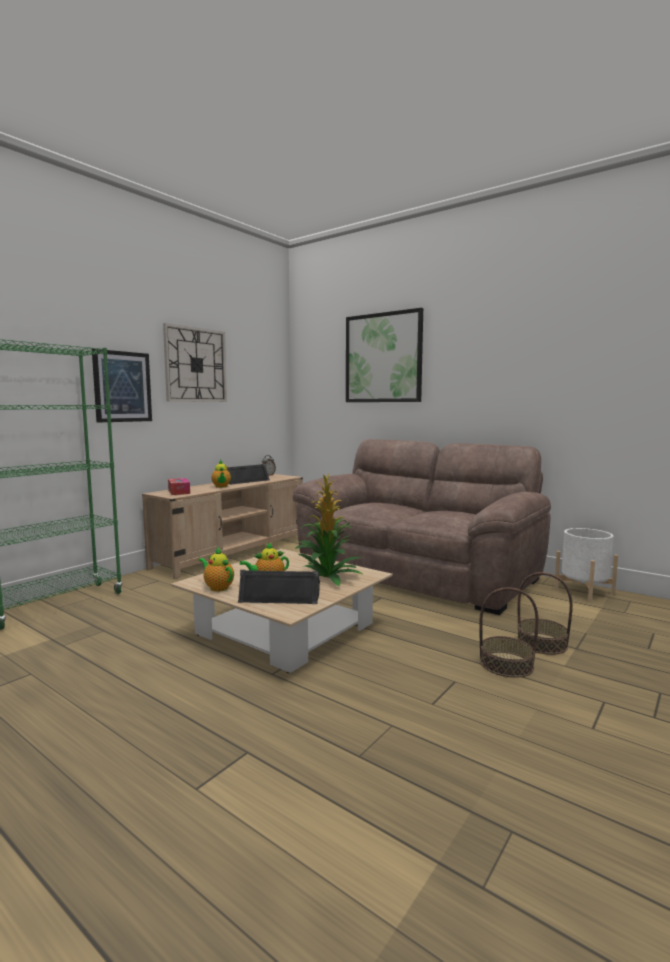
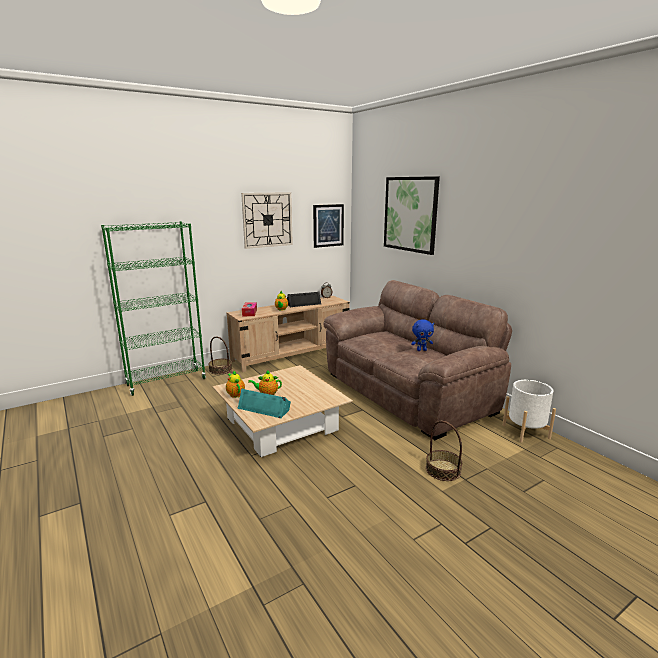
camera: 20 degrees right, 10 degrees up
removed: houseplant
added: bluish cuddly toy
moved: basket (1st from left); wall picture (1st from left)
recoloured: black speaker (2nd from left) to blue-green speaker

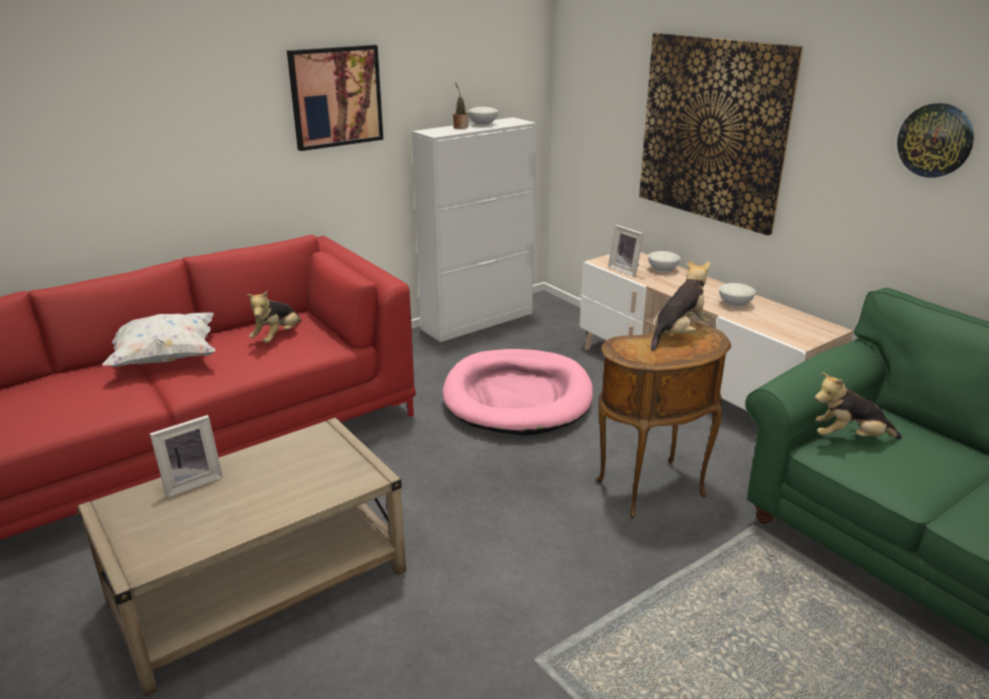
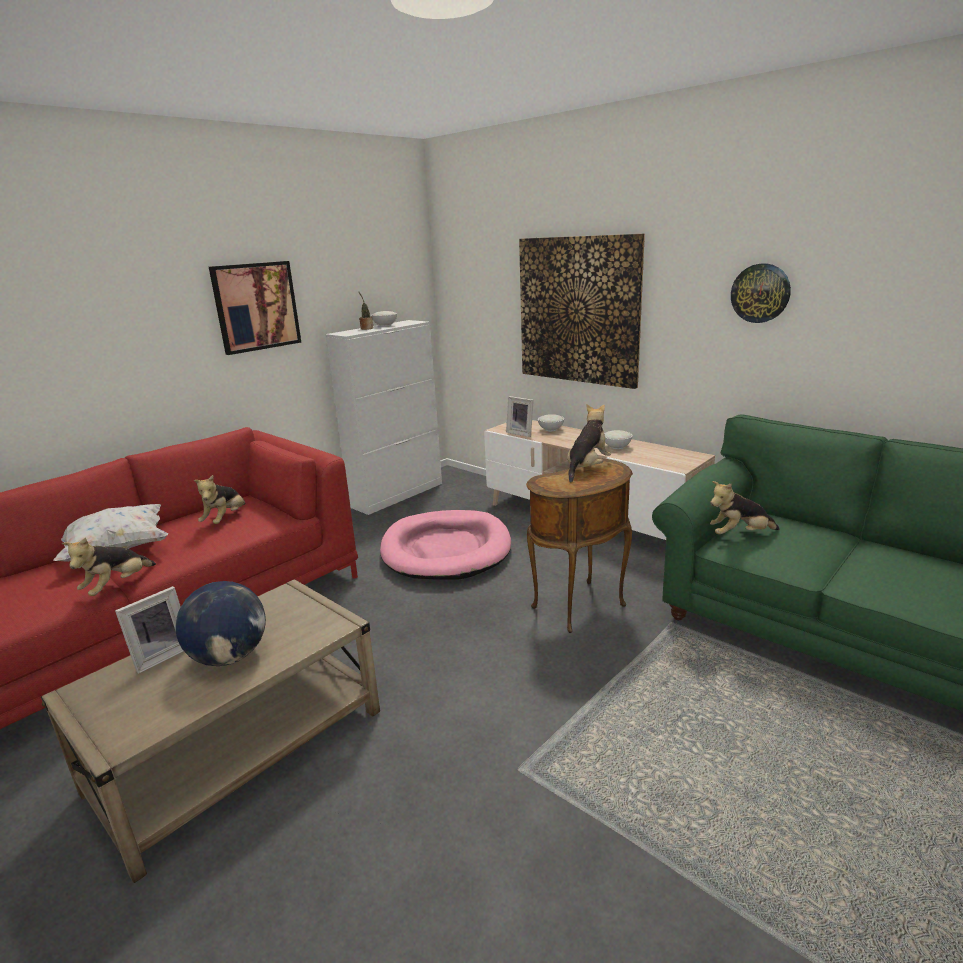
camera: 10 degrees left, 5 degrees down
added: cuddly toy (1st from left); world globe

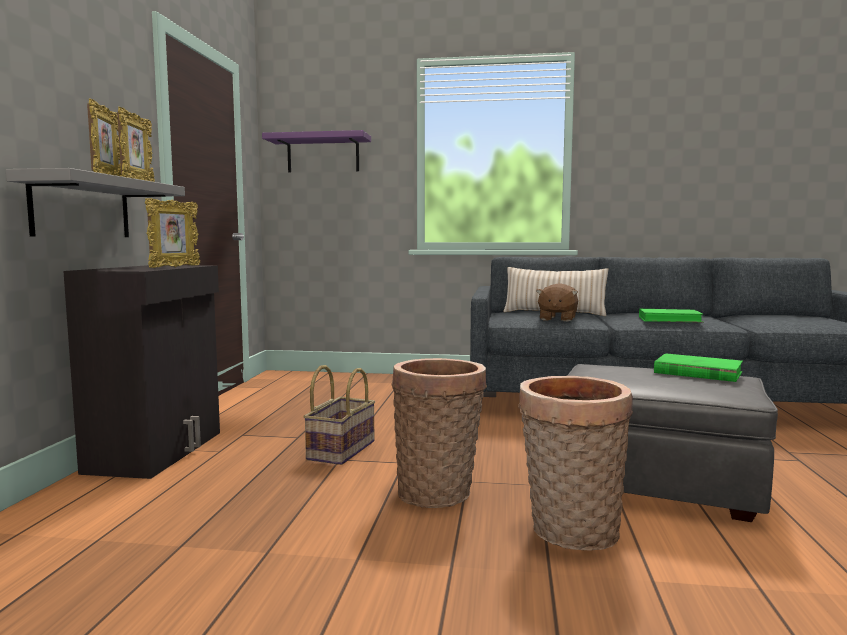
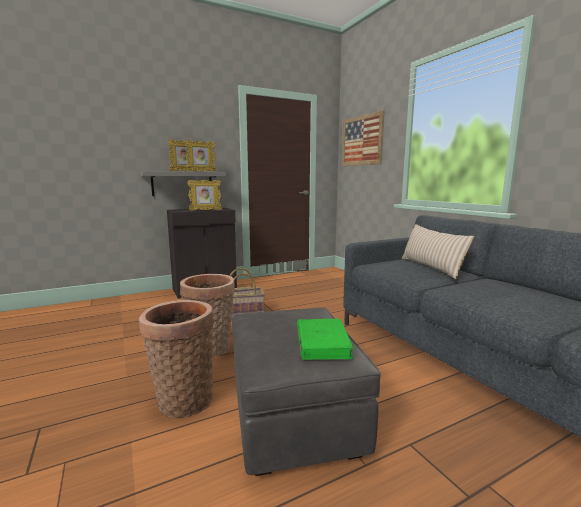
camera: 55 degrees right, 5 degrees up
removed: brownish cuddly toy; greenish book (1st from left)
replaced: purple shelf to wall picture

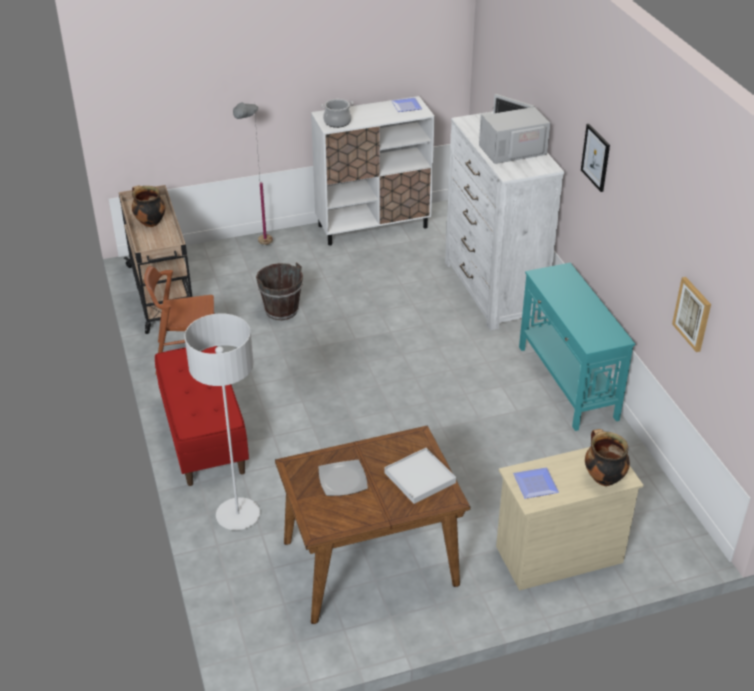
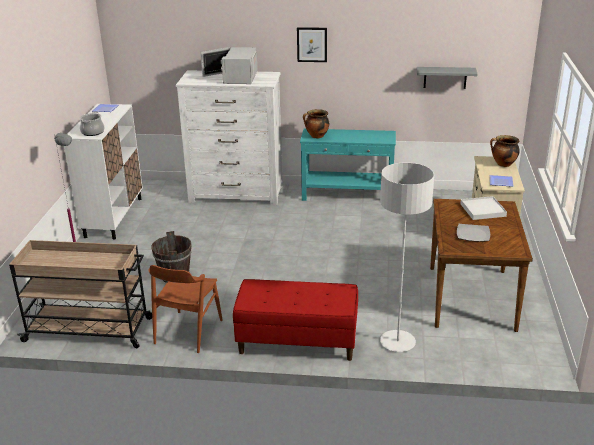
camera: 65 degrees left, 10 degrees down
moved: cooking pot (1st from left in the first image) to cooking pot (2nd from left)
replaced: wall picture (2nd from left) to grey shelf

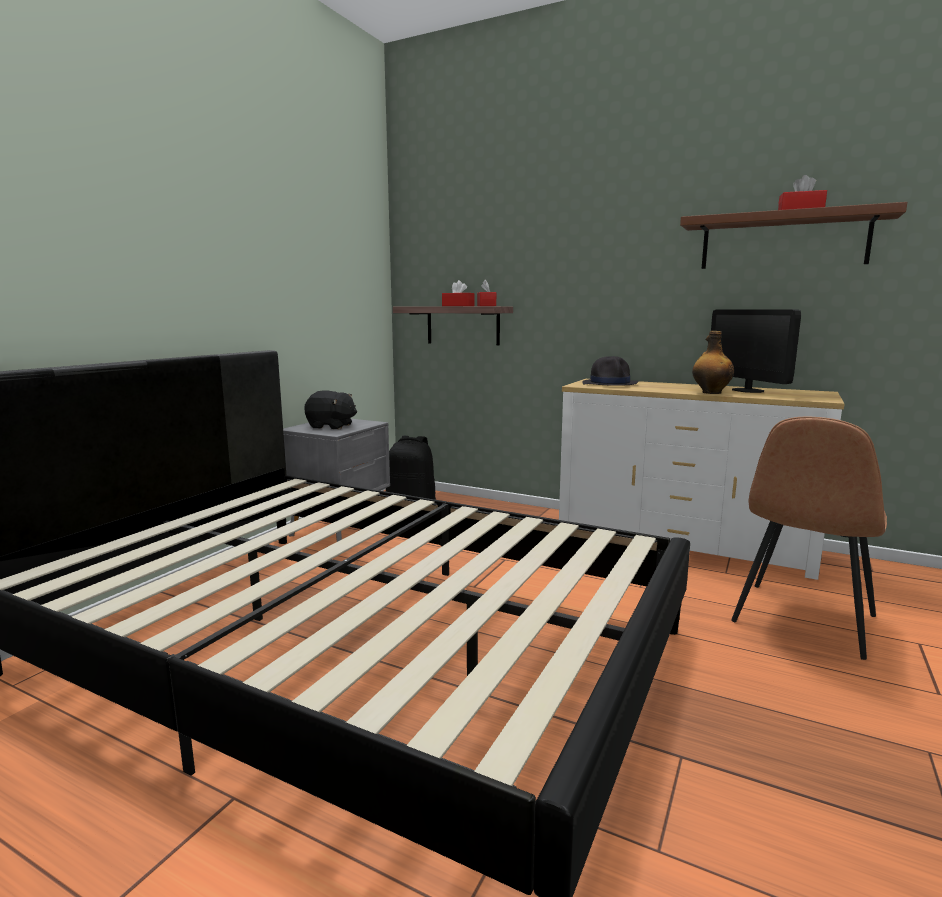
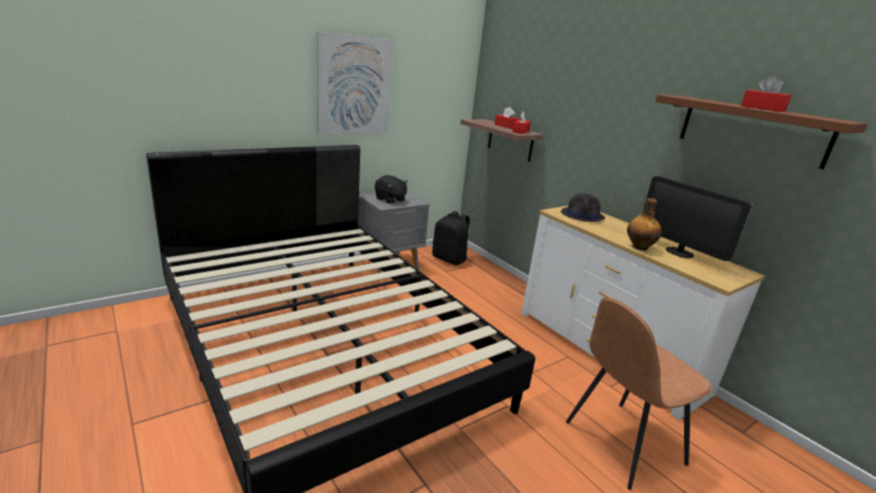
camera: 25 degrees right, 10 degrees up
added: wall picture
turned: computer screen 45 degrees counterclockwise

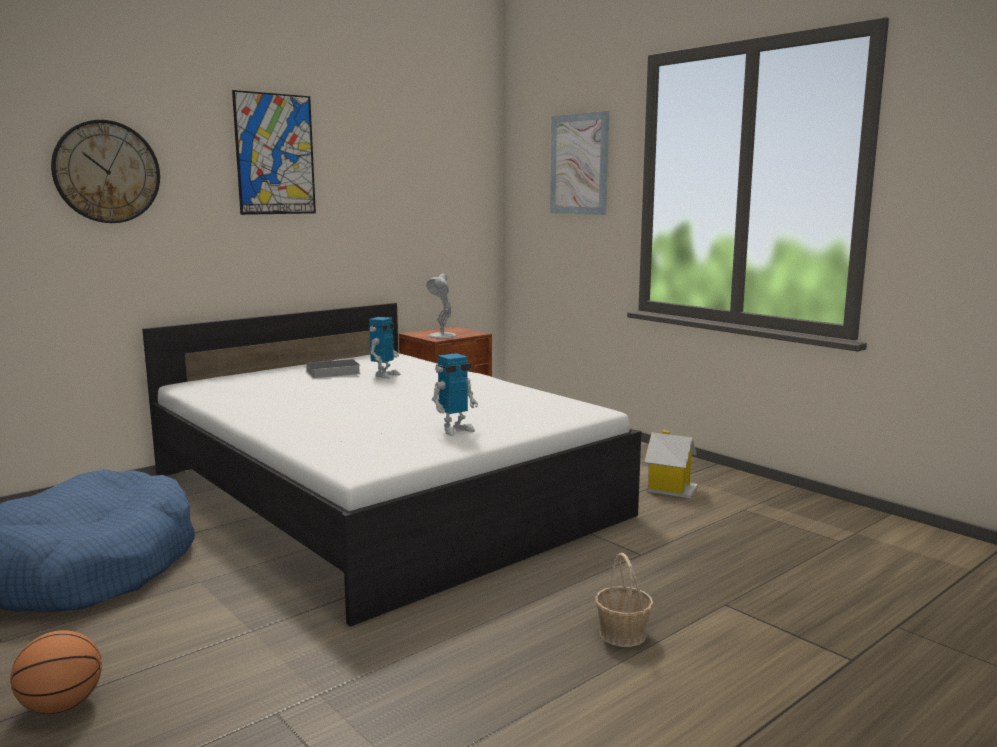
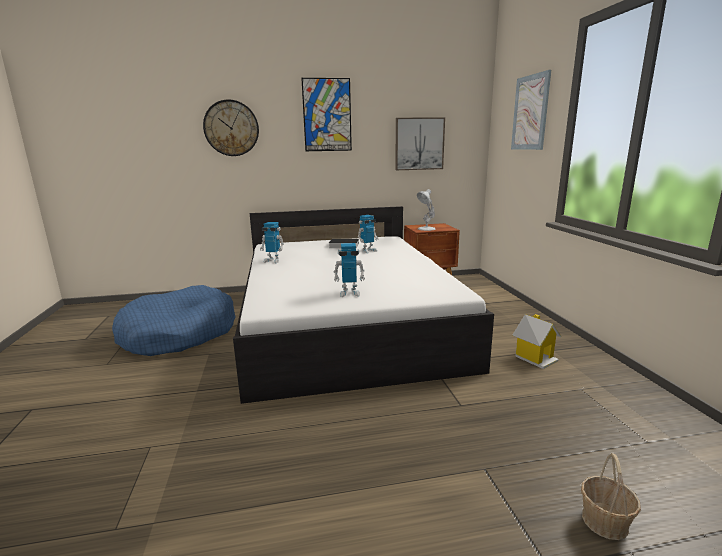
camera: 30 degrees right, 5 degrees up
removed: basketball ball
added: robot figure (1st from left); wall picture (2nd from left)
moved: basket

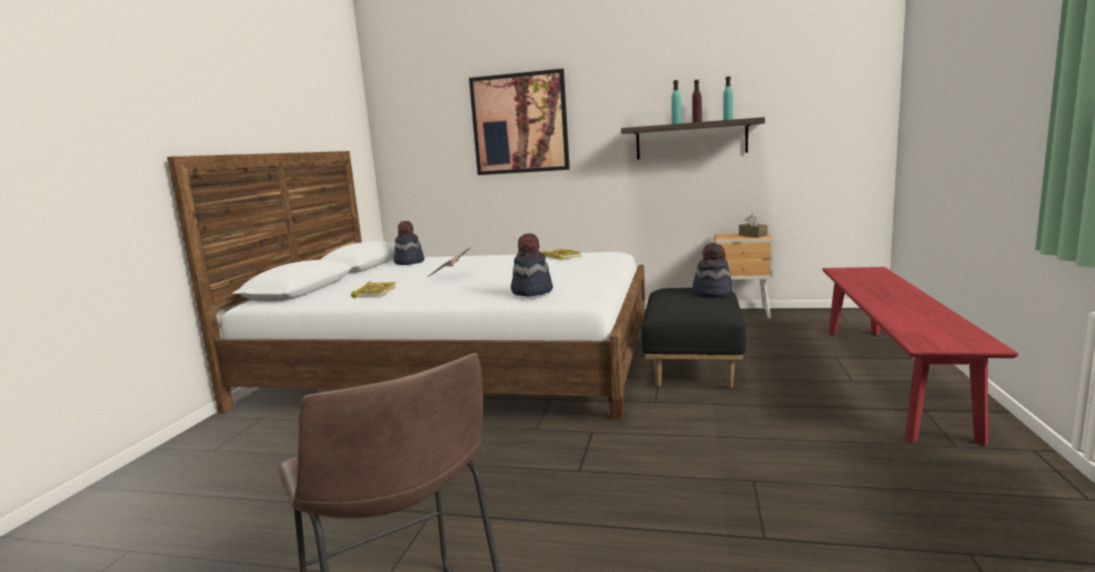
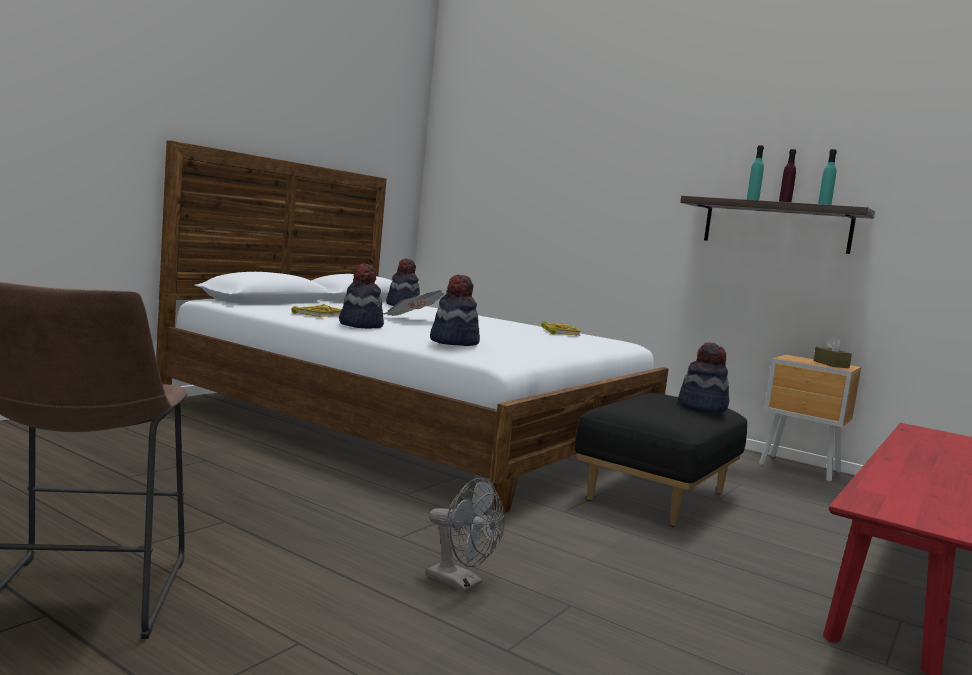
camera: 20 degrees right, 5 degrees down
removed: wall picture
added: hat (1st from left); grey fan

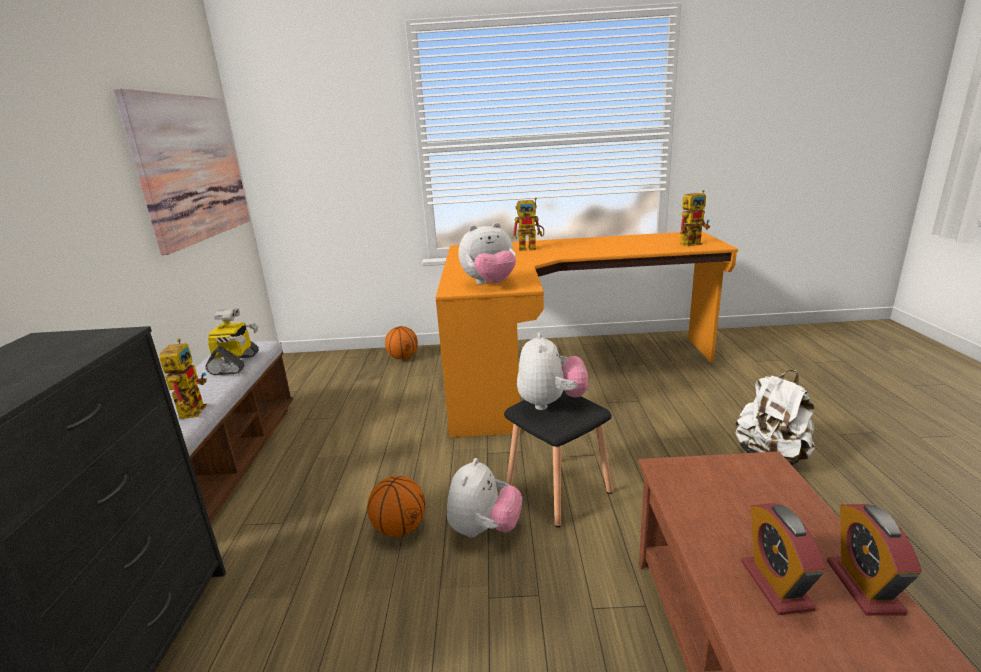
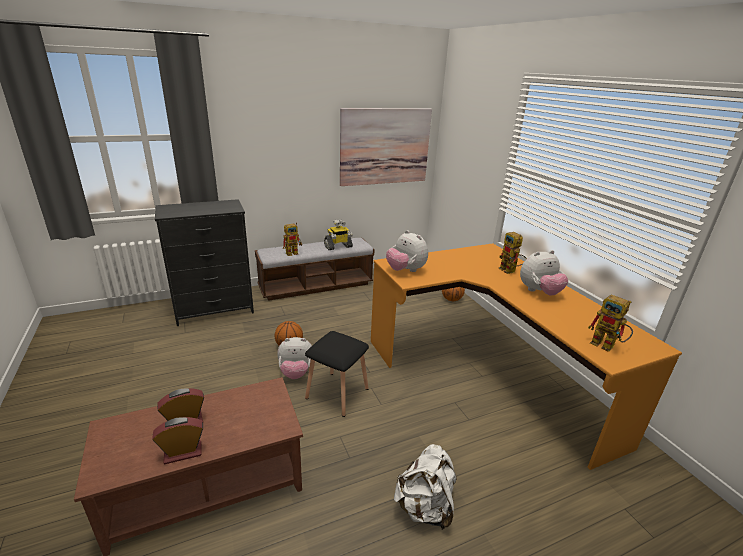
camera: 65 degrees right, 5 degrees up
moved: cuddly toy (3rd from left)

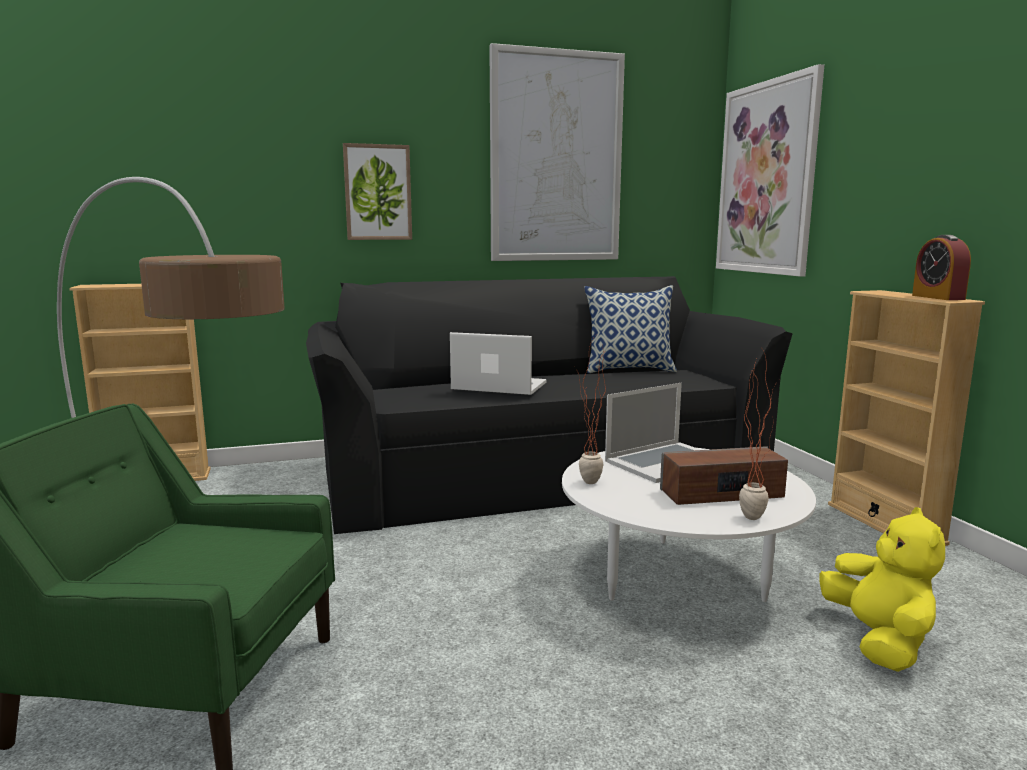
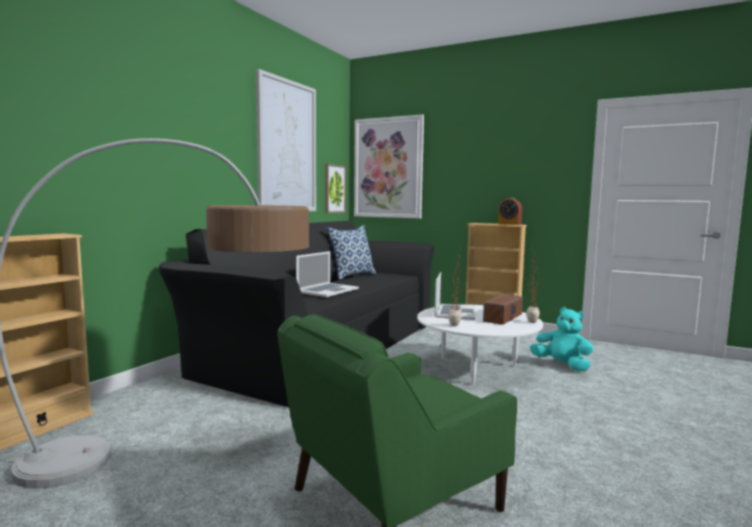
camera: 45 degrees left, 5 degrees down
moved: wall picture (1st from left in the first image) to wall picture (2nd from left)
recoloured: yellowish cuddly toy to blue-green cuddly toy
turned: portable computer (1st from left) 150 degrees clockwise

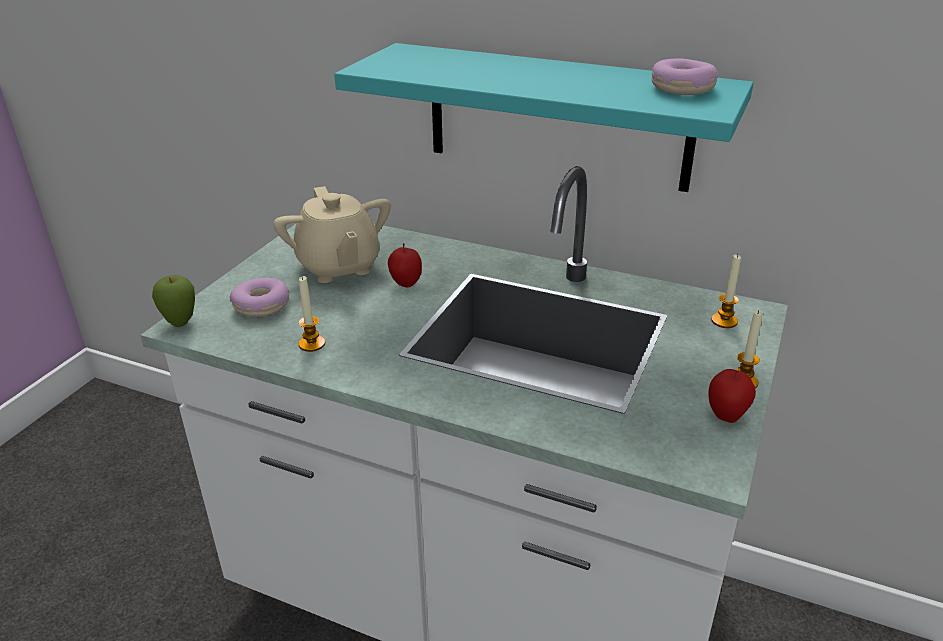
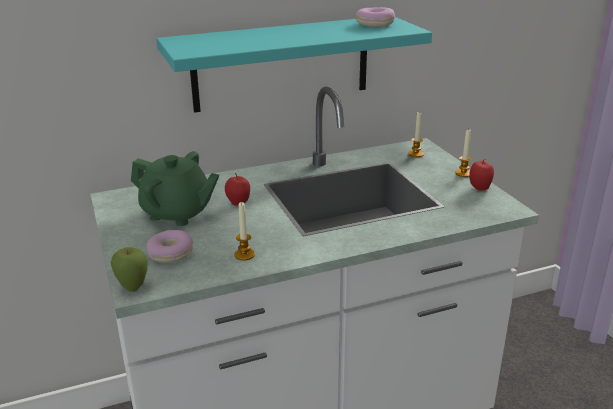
camera: 45 degrees left, 5 degrees down
recoloured: sand-coloured tea pot to greenish tea pot

